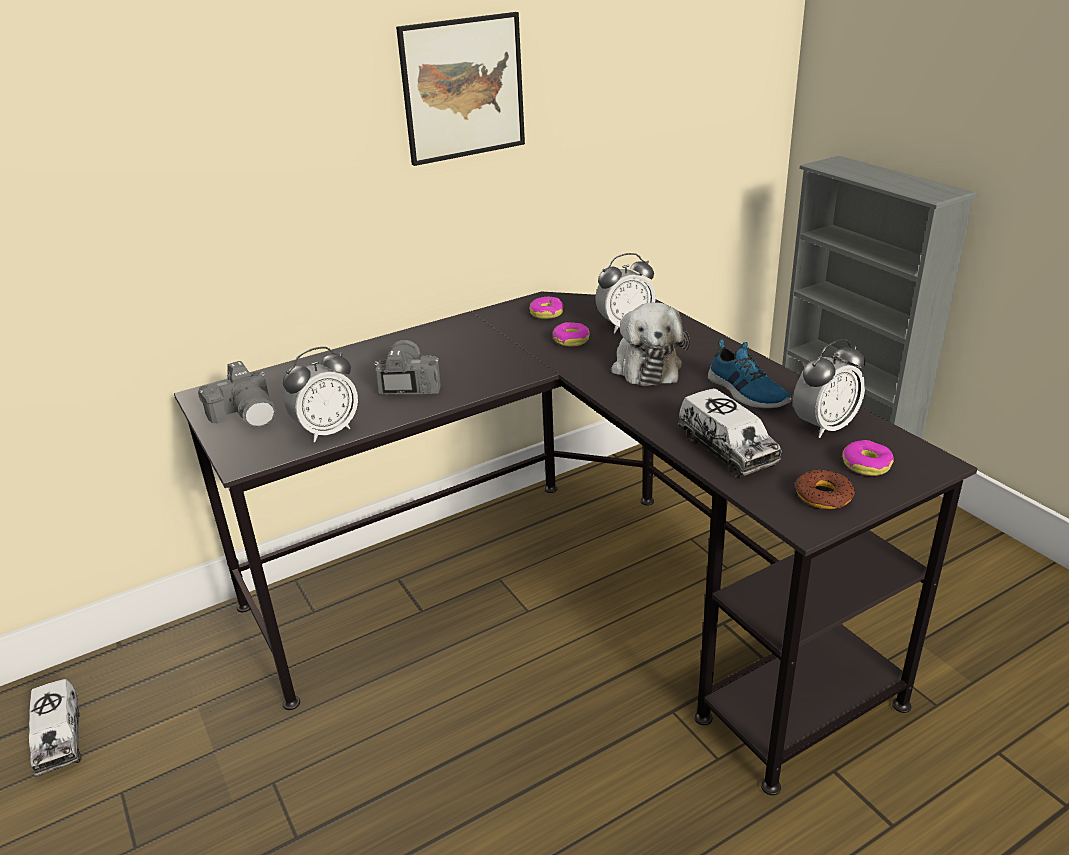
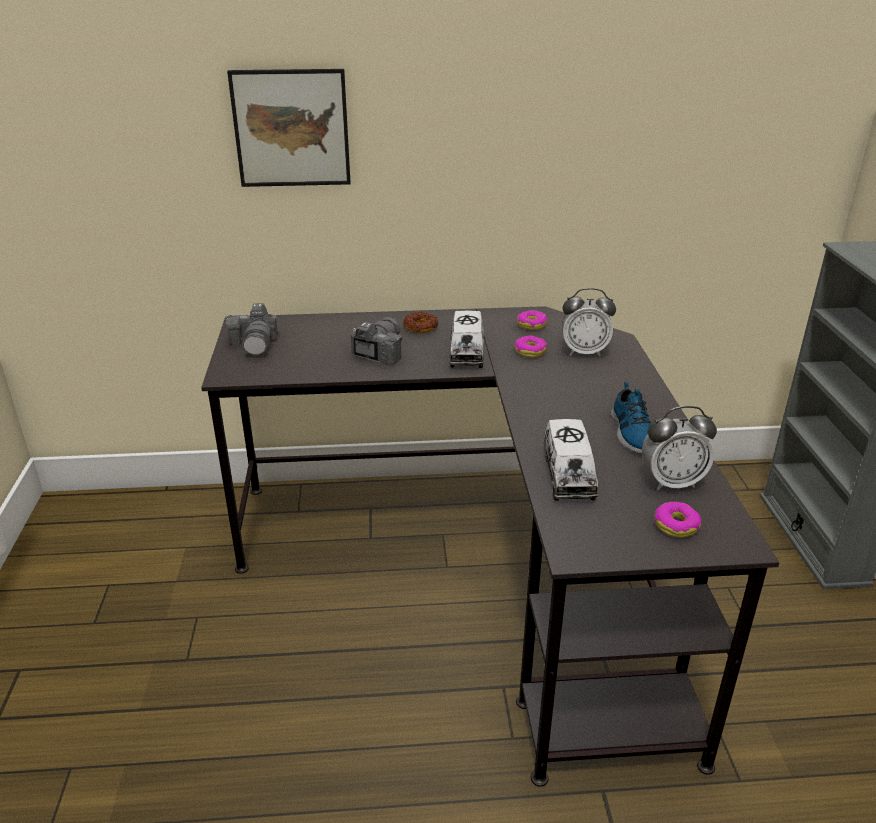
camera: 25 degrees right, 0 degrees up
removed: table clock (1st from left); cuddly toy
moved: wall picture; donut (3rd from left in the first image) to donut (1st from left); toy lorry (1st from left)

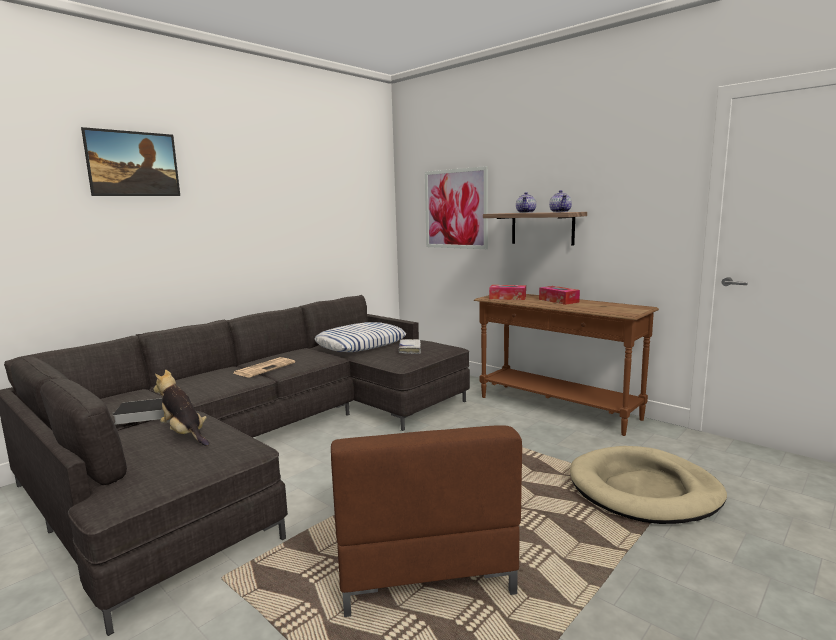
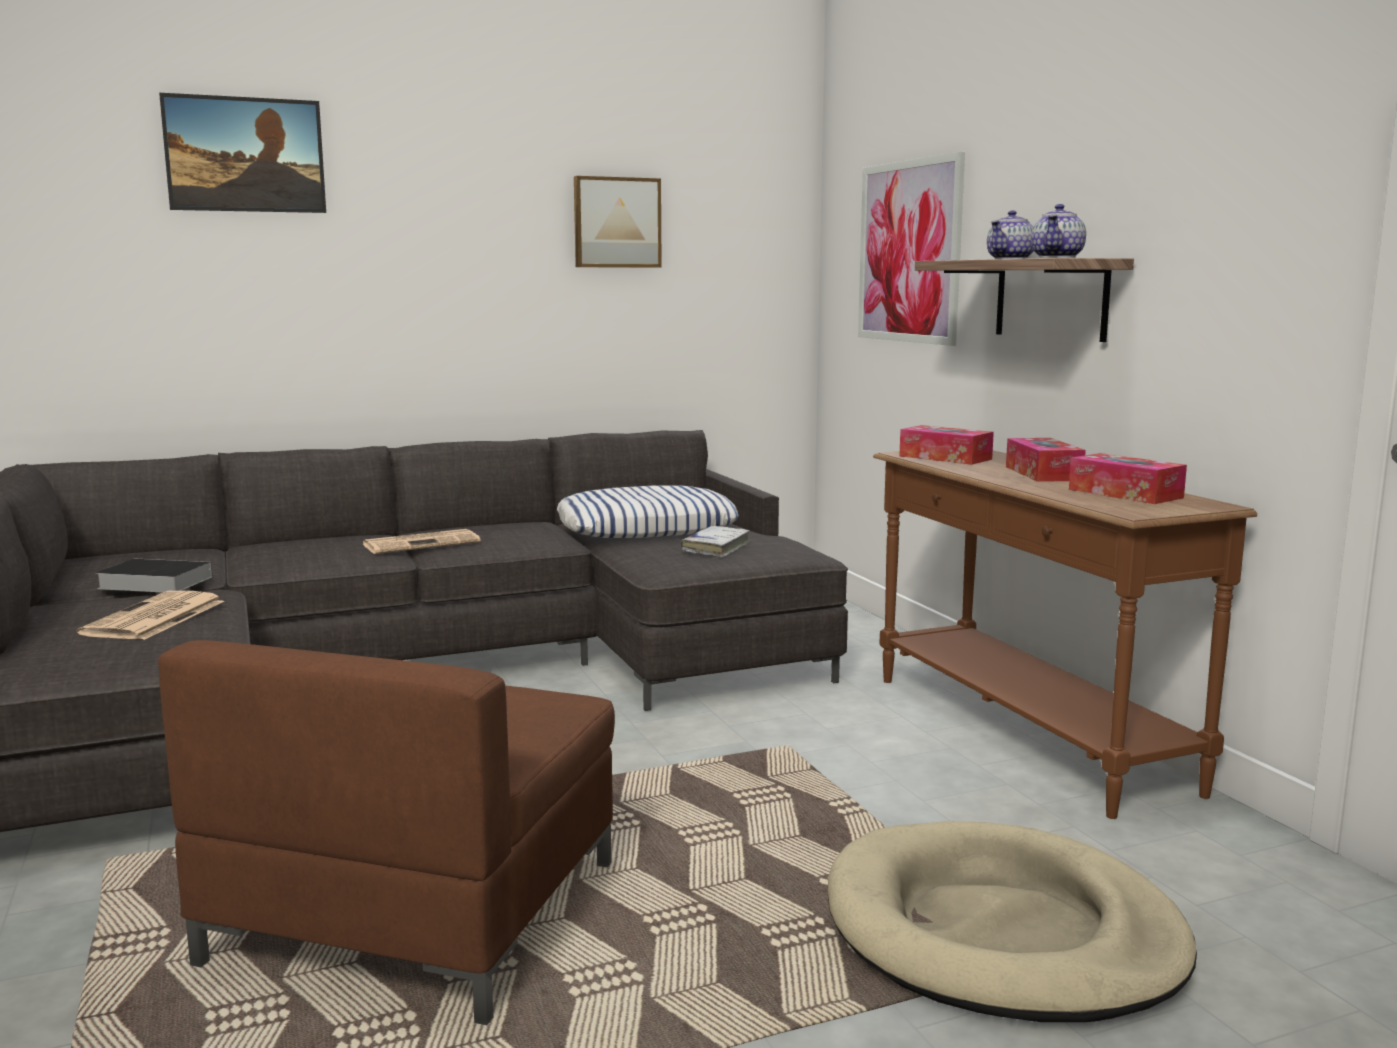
camera: 25 degrees right, 0 degrees up
added: wall picture (2nd from left); tissue box (3rd from left)
replaced: cuddly toy to newspaper (1st from left)

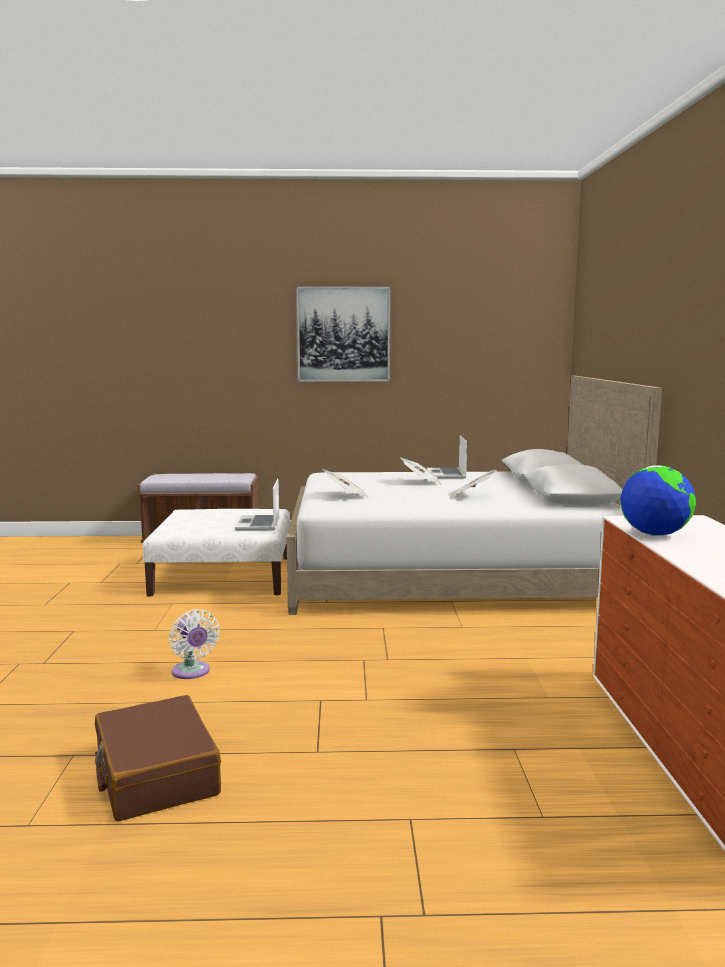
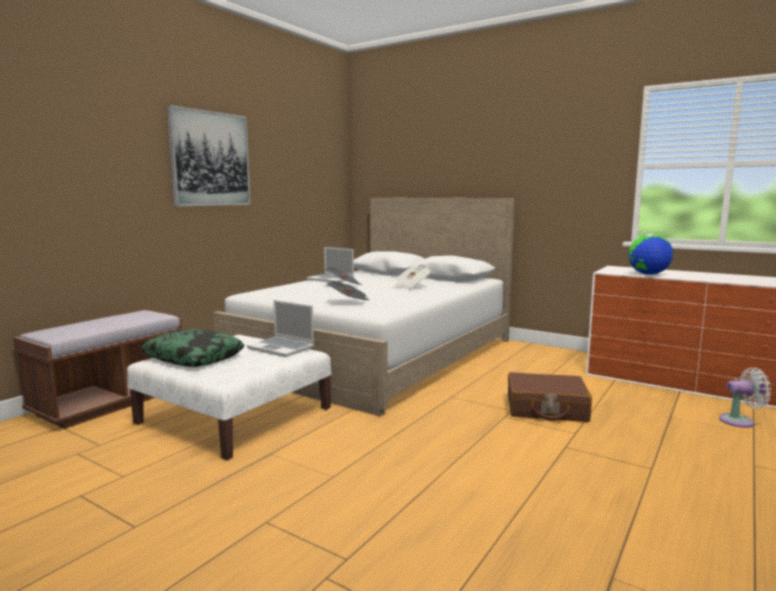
camera: 55 degrees left, 0 degrees up
added: throw pillow
moved: brownish suitcase; white fan

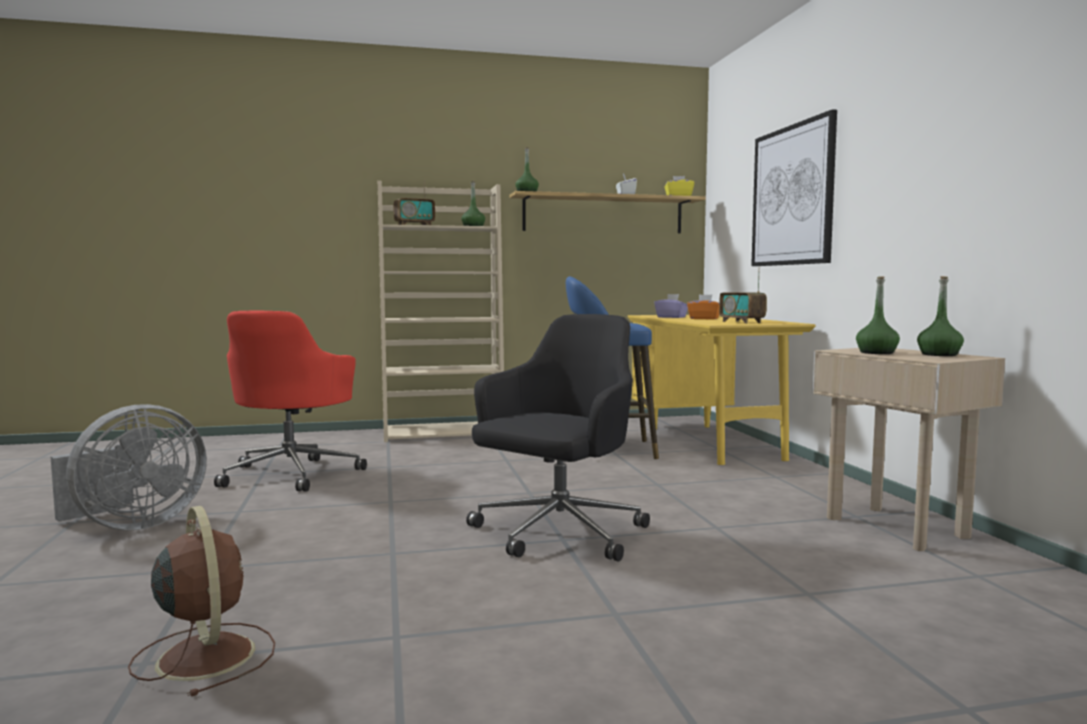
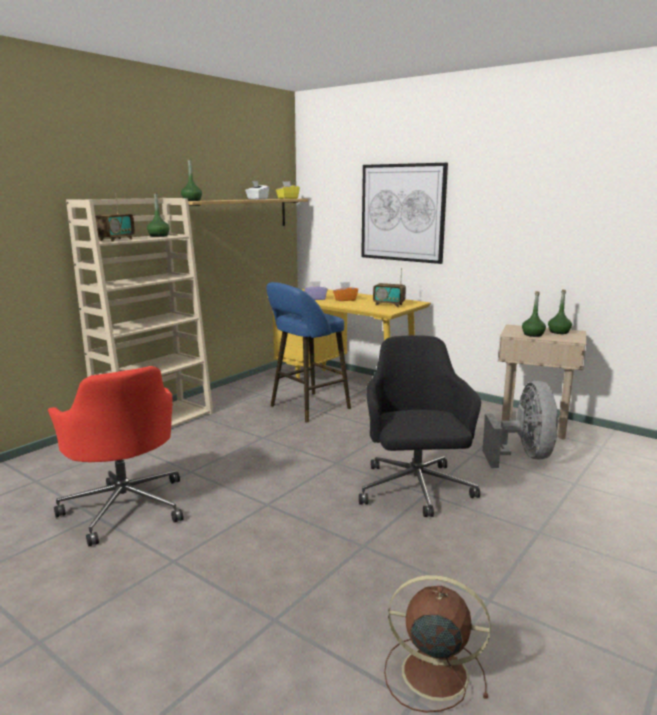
camera: 40 degrees left, 10 degrees up
moved: grey fan

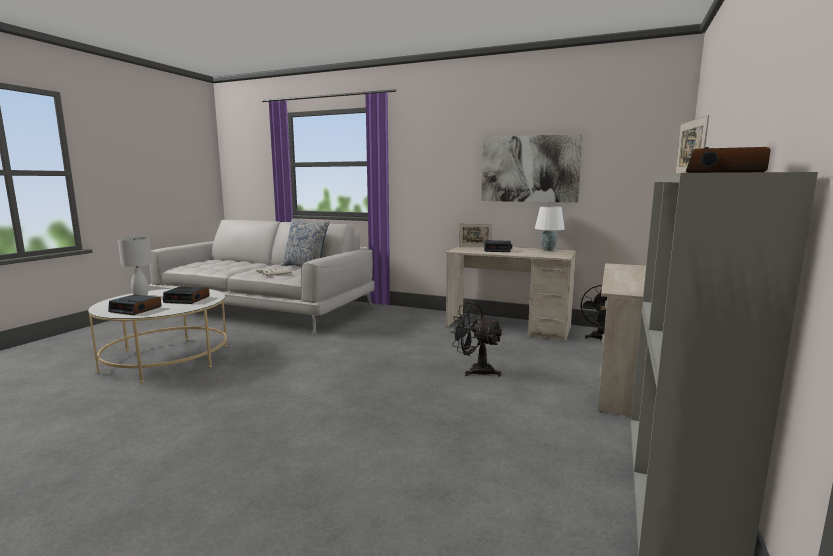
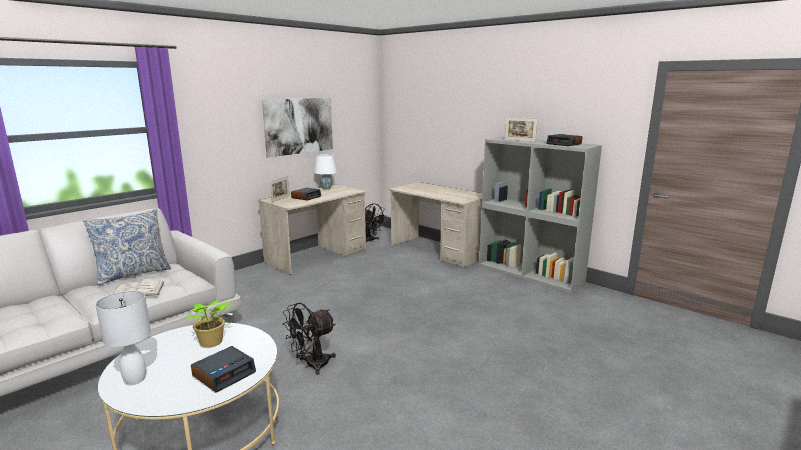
camera: 70 degrees left, 5 degrees up
moved: black fan (1st from left)
replaced: table clock (2nd from left) to houseplant

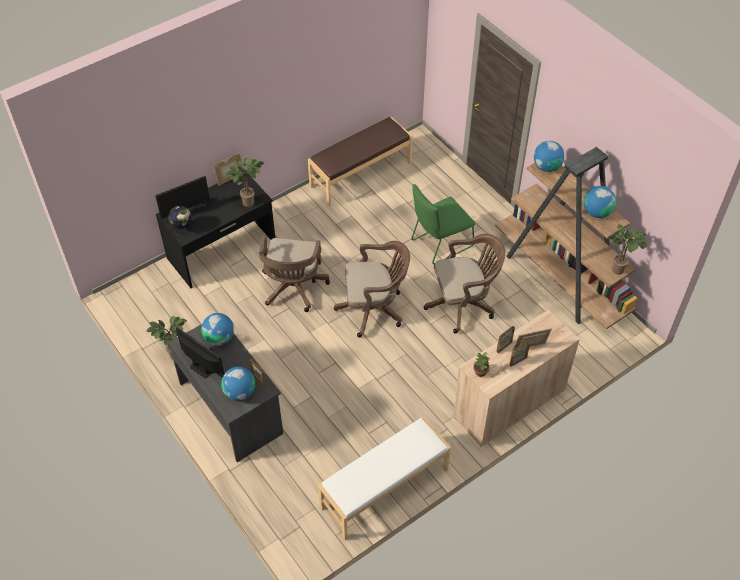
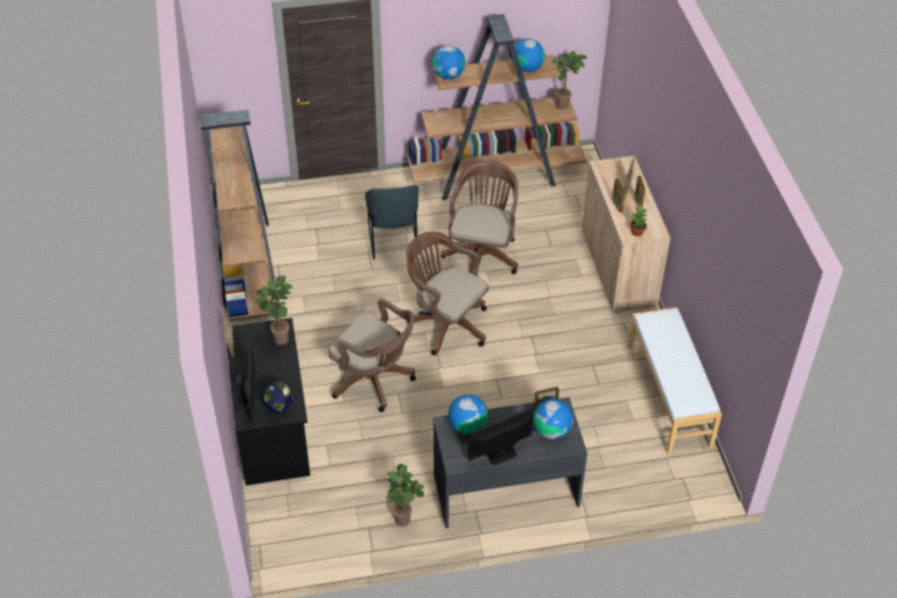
camera: 65 degrees left, 5 degrees down
replaced: brownish long seat to brownish shelving unit (1st from left)
recoloured: greenish upright chair to grey upright chair
turned: brownish office chair (2nd from left) 75 degrees counterclockwise

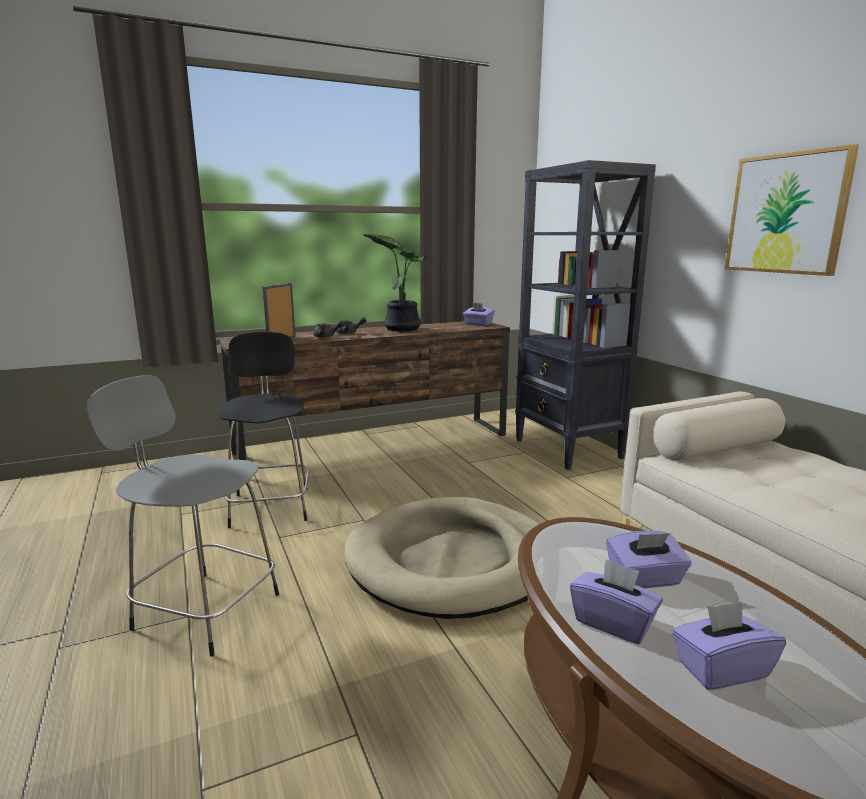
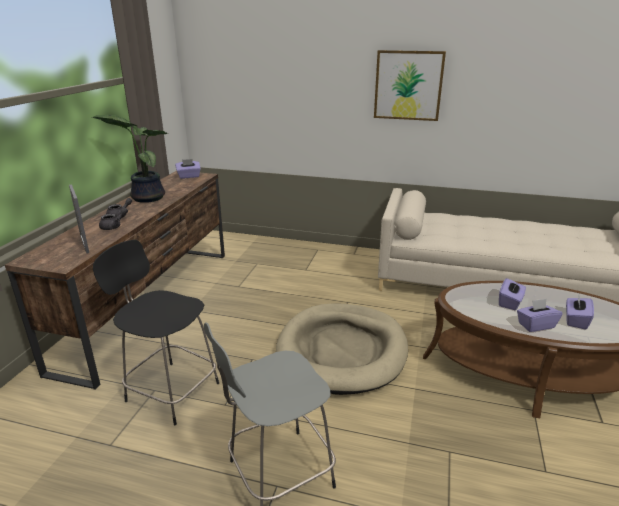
camera: 50 degrees left, 10 degrees up
removed: black shelving unit

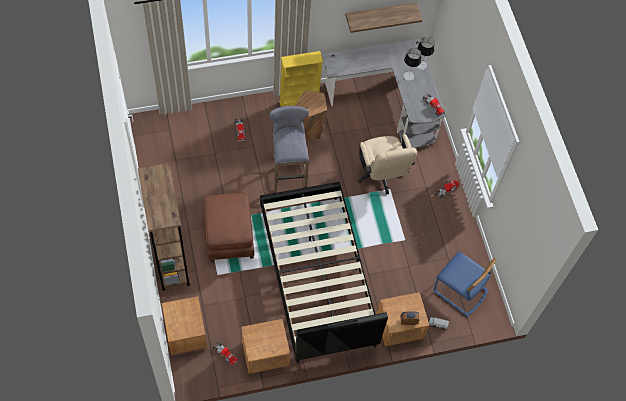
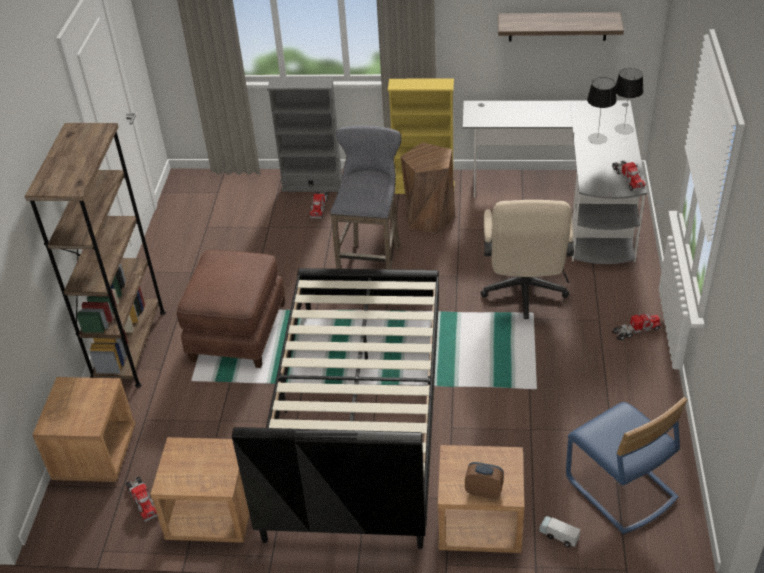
camera: 25 degrees right, 20 degrees down
added: grey shelving unit

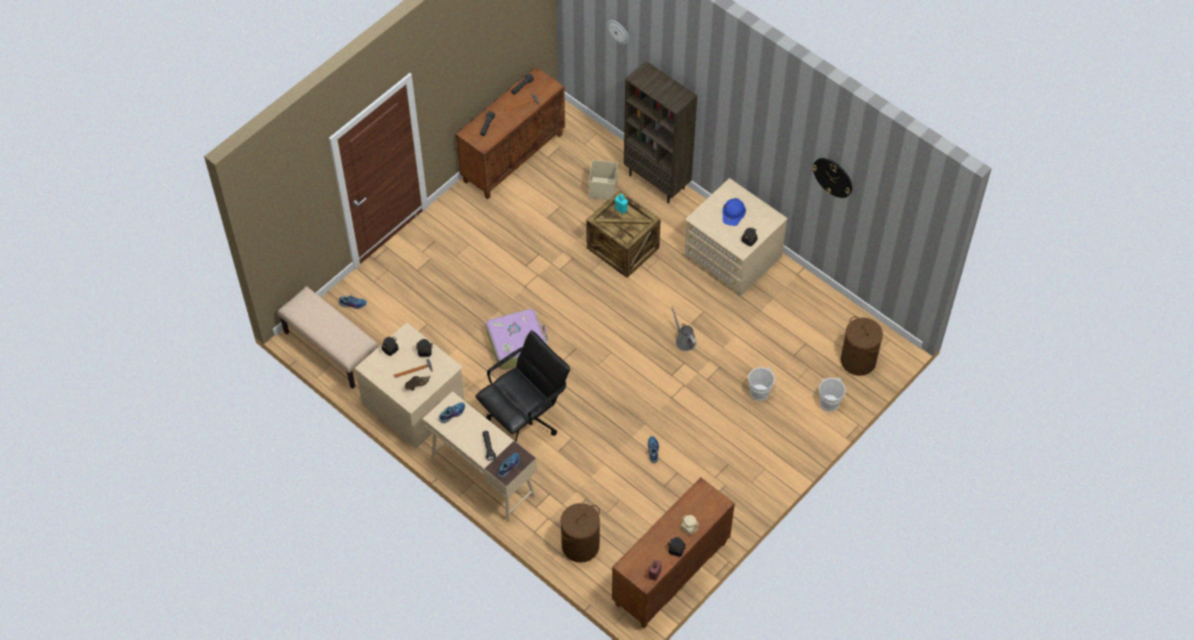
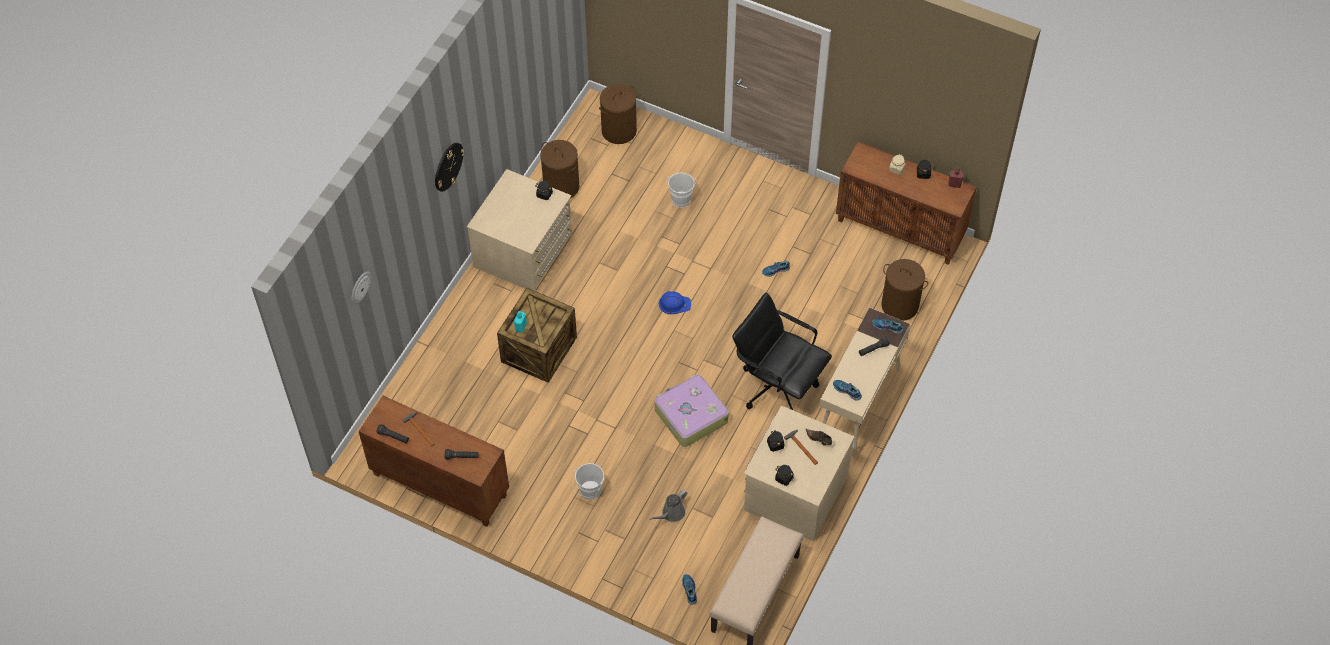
camera: 105 degrees left, 0 degrees up
removed: sand-coloured storage bin; brownish shelving unit
added: brownish laundry basket (1st from left)
moved: clock on the wall (2nd from left); white pail (2nd from left in the first image) to white pail (1st from left); grey watering can; bluish safety helmet

